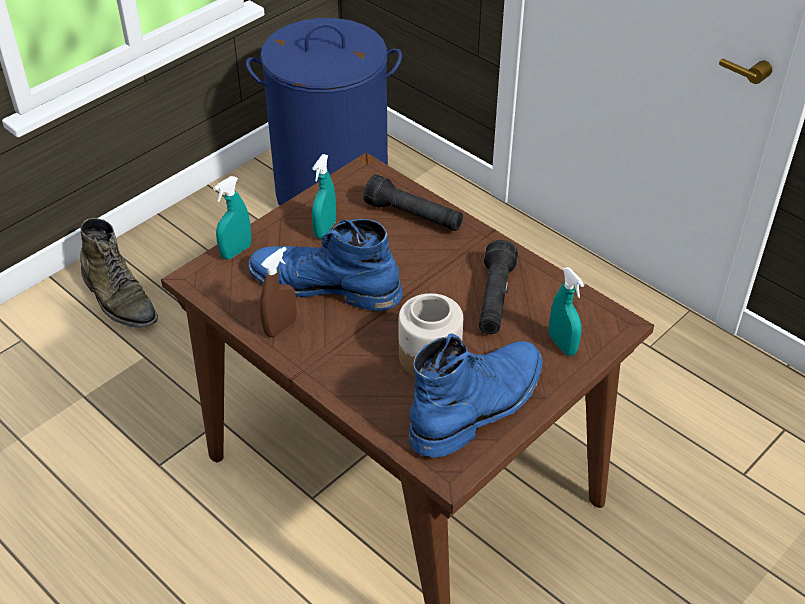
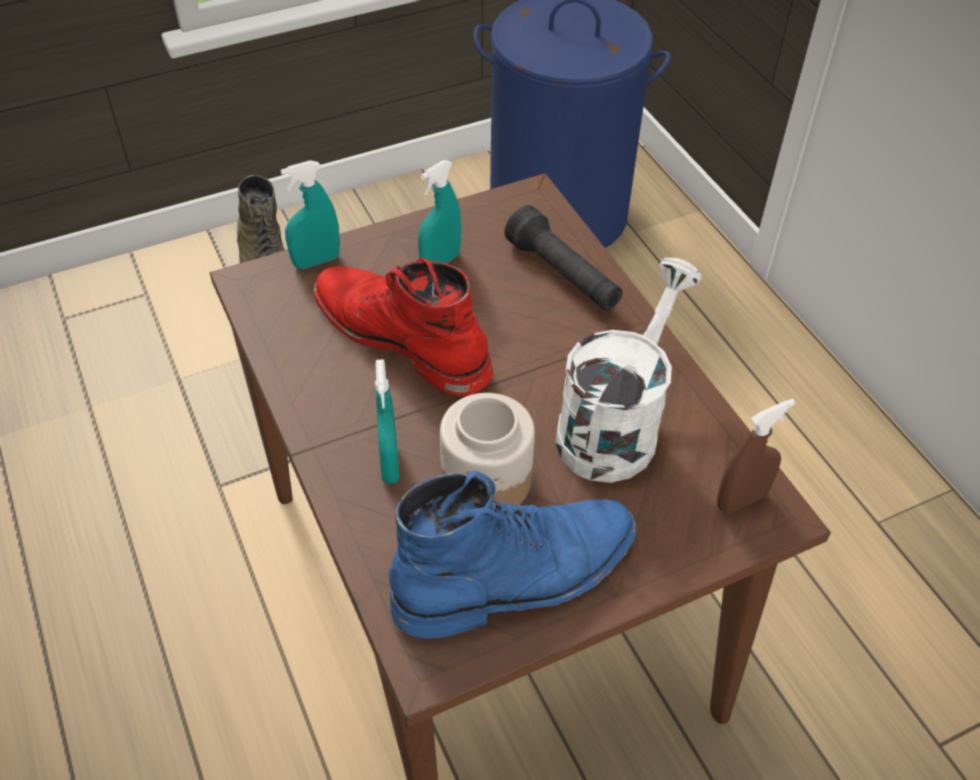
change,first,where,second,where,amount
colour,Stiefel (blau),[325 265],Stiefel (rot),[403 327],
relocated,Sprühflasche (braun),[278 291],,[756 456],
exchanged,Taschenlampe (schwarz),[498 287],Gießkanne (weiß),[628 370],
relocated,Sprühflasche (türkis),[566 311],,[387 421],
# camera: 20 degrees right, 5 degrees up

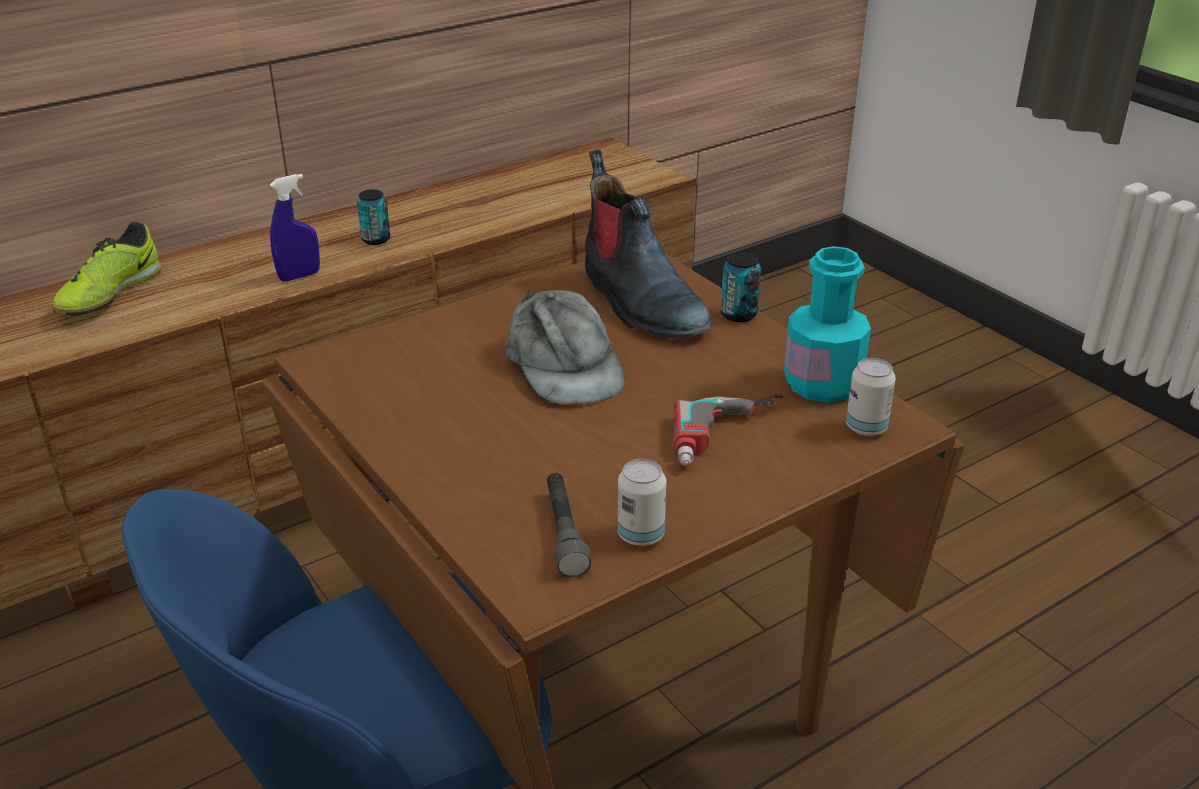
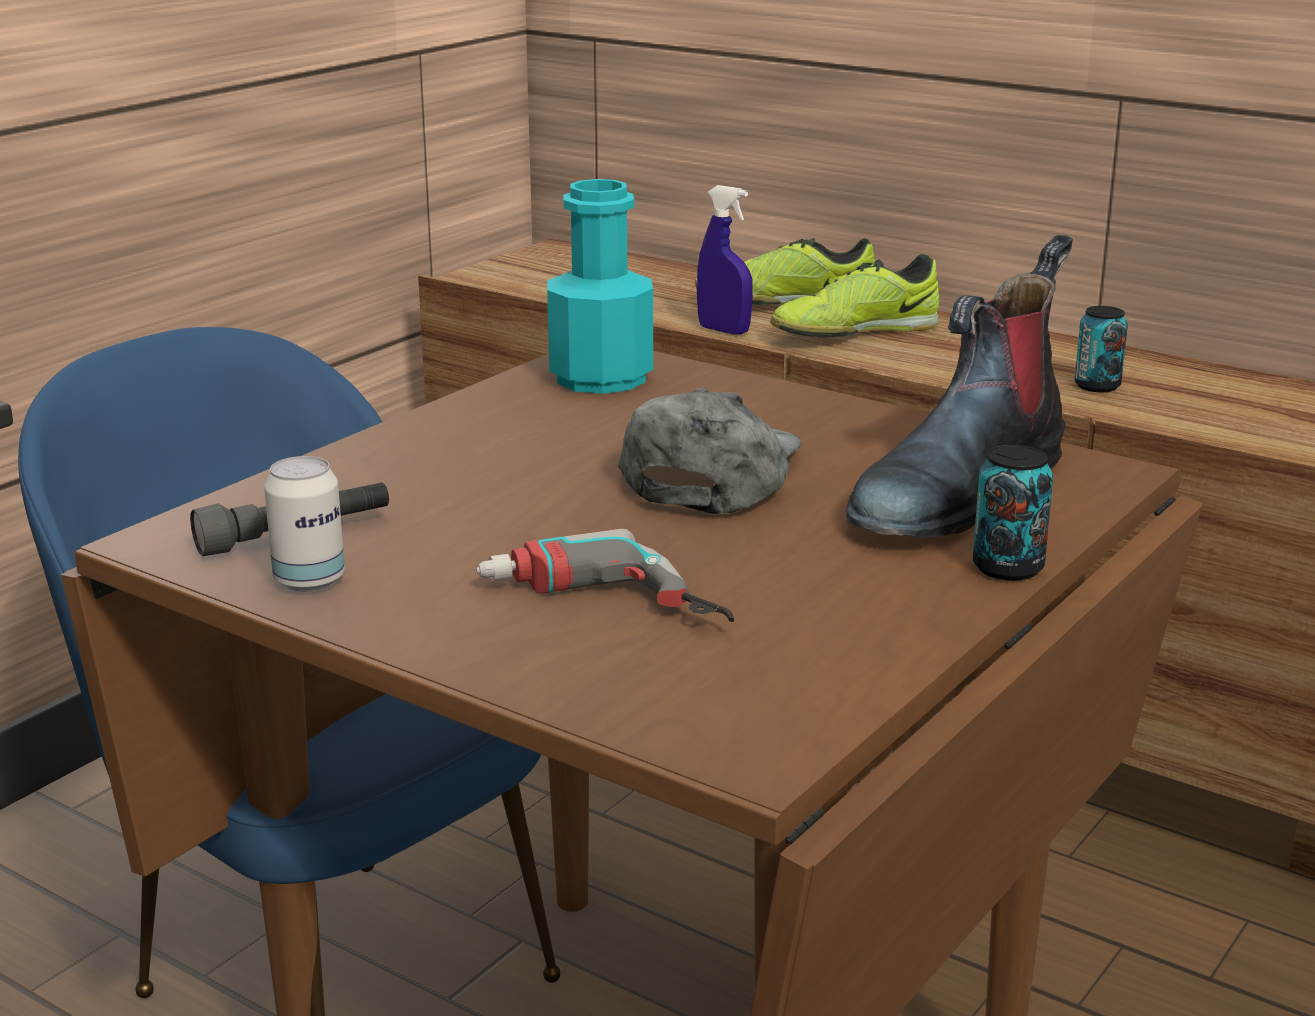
change,first,where,second,where,amount
relocated,Sprühflasche (blau),[295 227],,[724 260],
spun,Kappe (grau),[565 347],,[710 451],150 degrees clockwise
relocated,Flasche (türkis),[827 324],,[600 286],
missing,Dose,[871 397],,,
appeared,,,Schuh,[854 296],
# camera: 70 degrees right, 10 degrees down

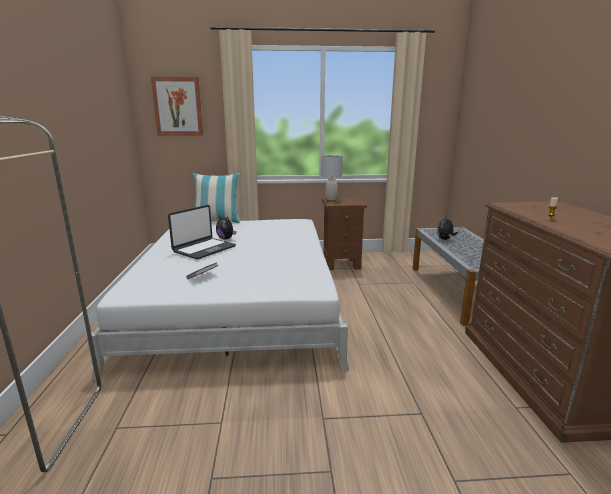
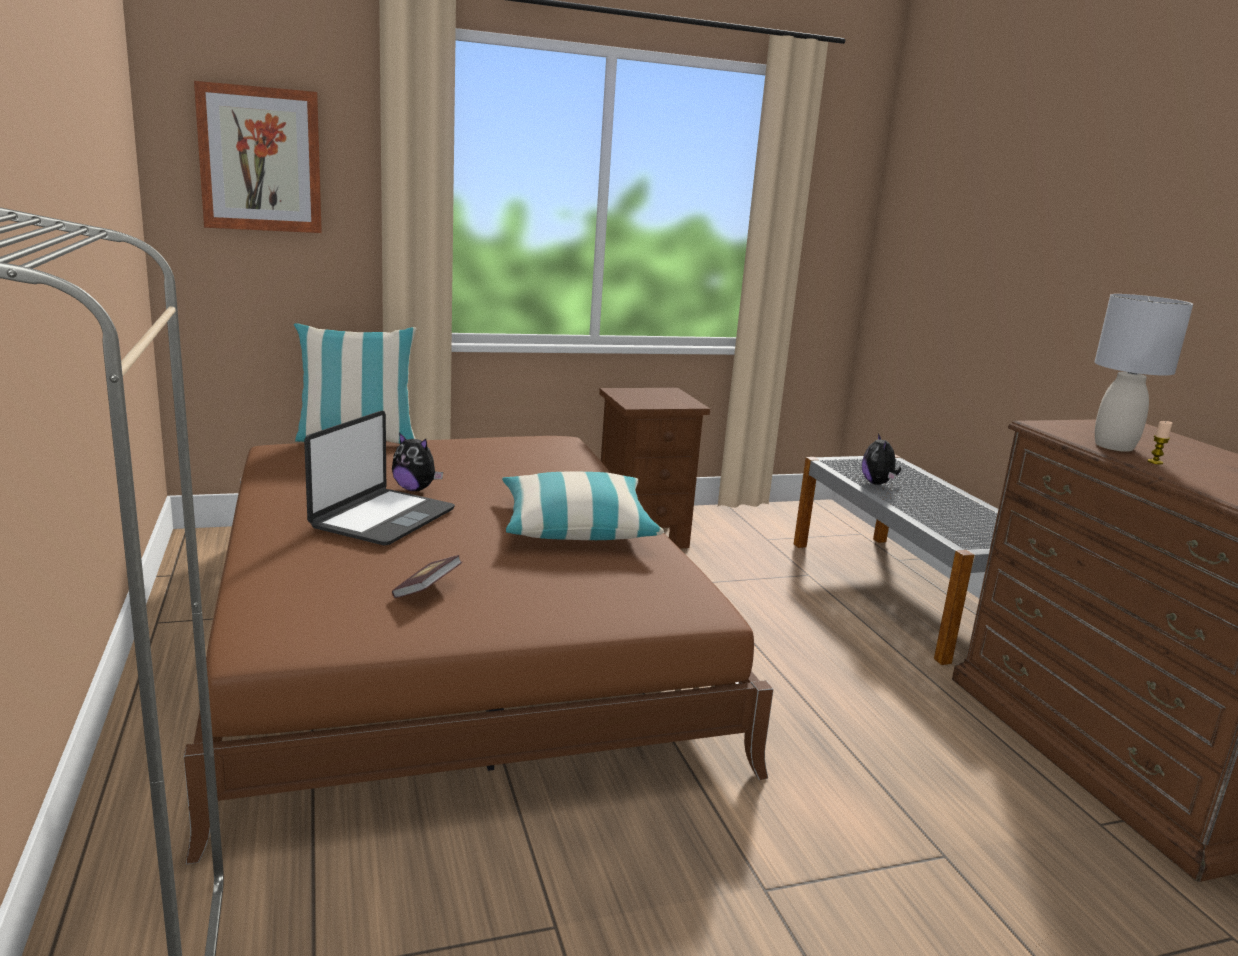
change,first,where,second,where,amount
colour,Bett (weiß),[218 300],Bett (braun),[479 650],
relocated,Tischlampe (grau),[332 177],,[1144 373],
appeared,,,Kissen,[583 506],
# camera: 15 degrees left, 0 degrees up

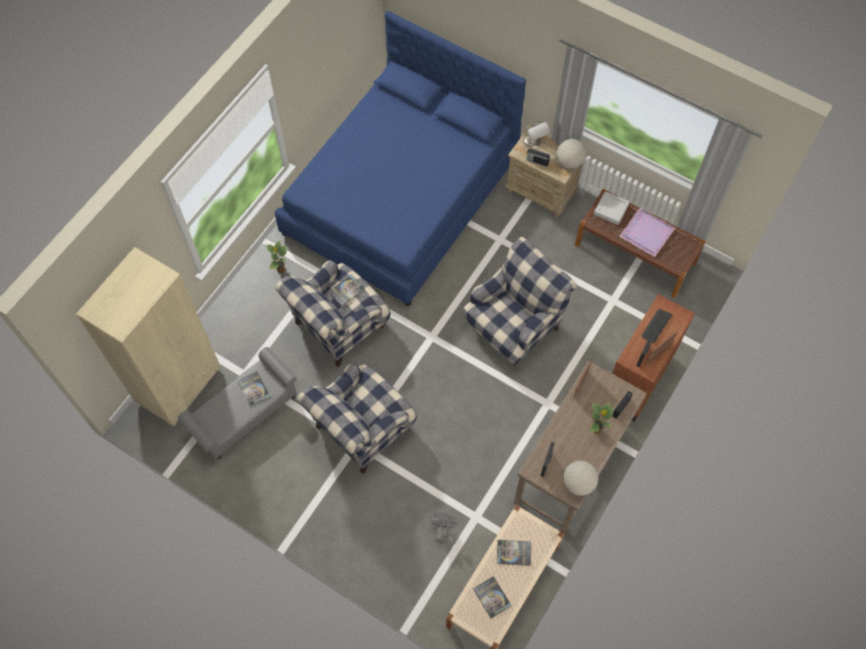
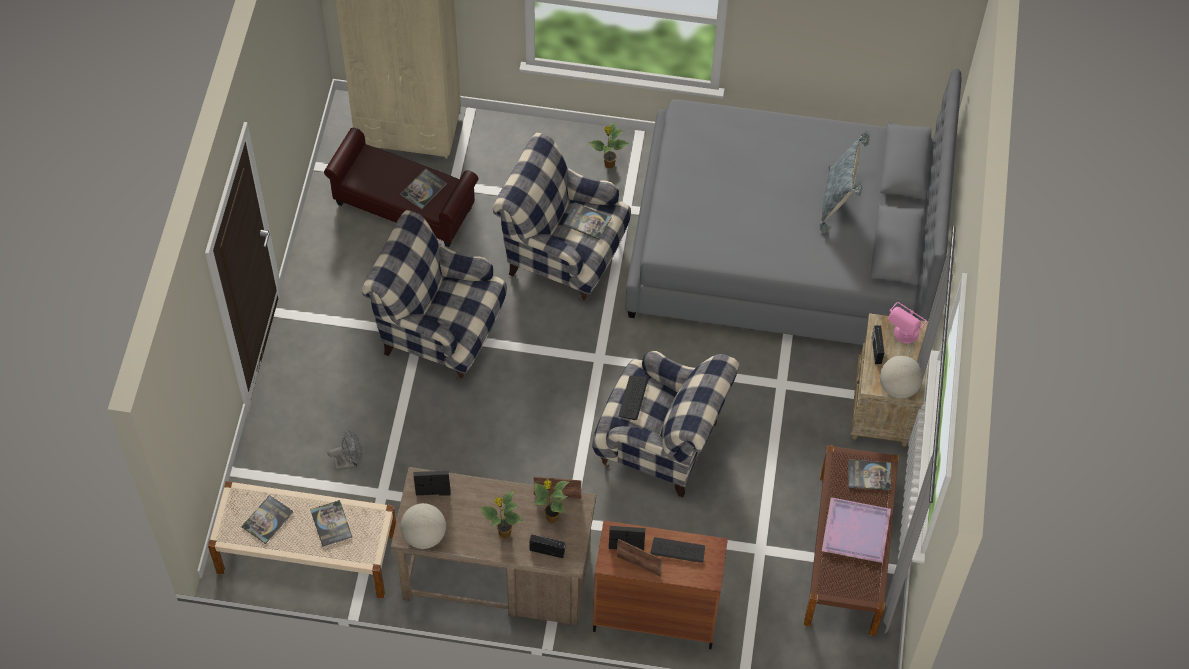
change,first,where,second,where,amount
colour,Polsterhocker (grau),[237 403],Polsterhocker (braun),[401 187],
colour,Bett (blau),[400 159],Bett (grau),[793 206],
colour,Tischlampe (weiß),[537 134],Tischlampe (rosa),[907 323],
exchanged,Tablett (grau),[612 208],Buch,[869 475],
appeared,,,Topfpflanze,[551 501],
appeared,,,Tastatur,[633 398],
appeared,,,Kissen,[845 182],
# camera: 65 degrees right, 5 degrees down

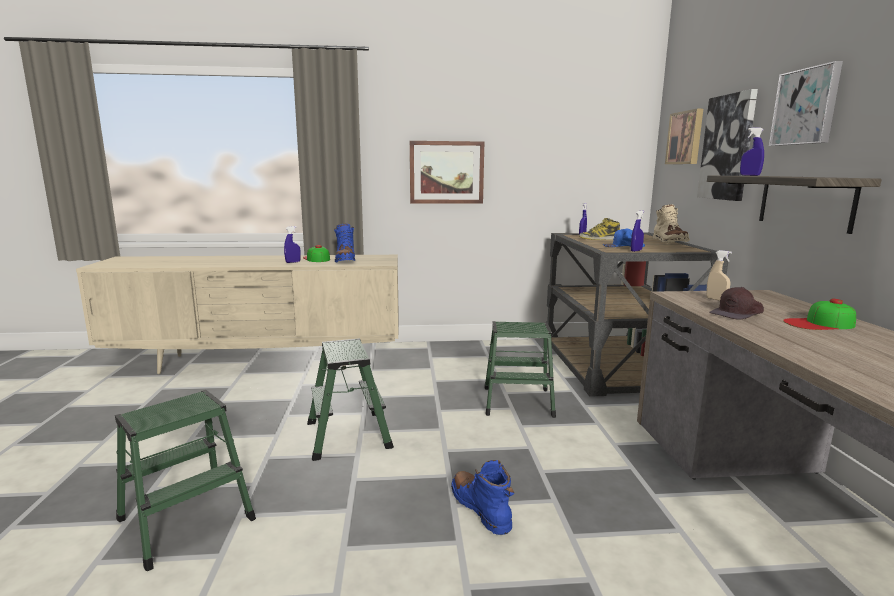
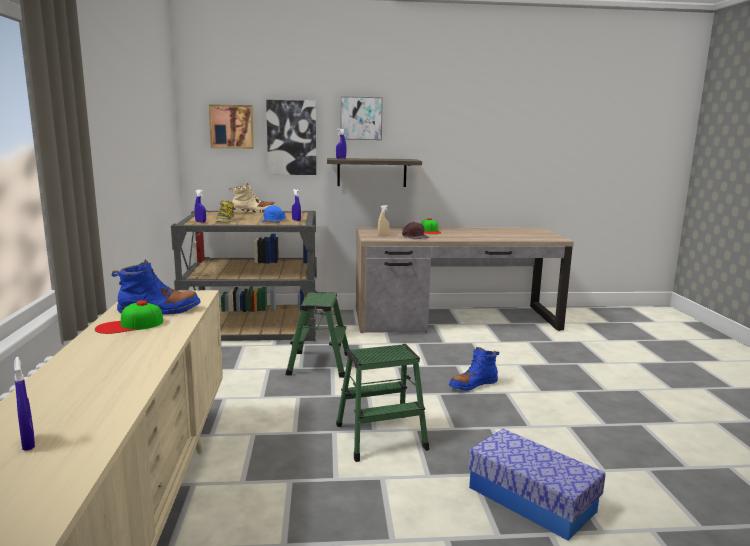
change,first,where,second,where,amount
exchanged,Trittleiter (grün),[185 480],Aufbewahrungsbox,[537 485],
relocated,Sprühflasche (blau),[292 244],,[24 404],
missing,Bild,[447 172],,,
# camera: 90 degrees left, 0 degrees up

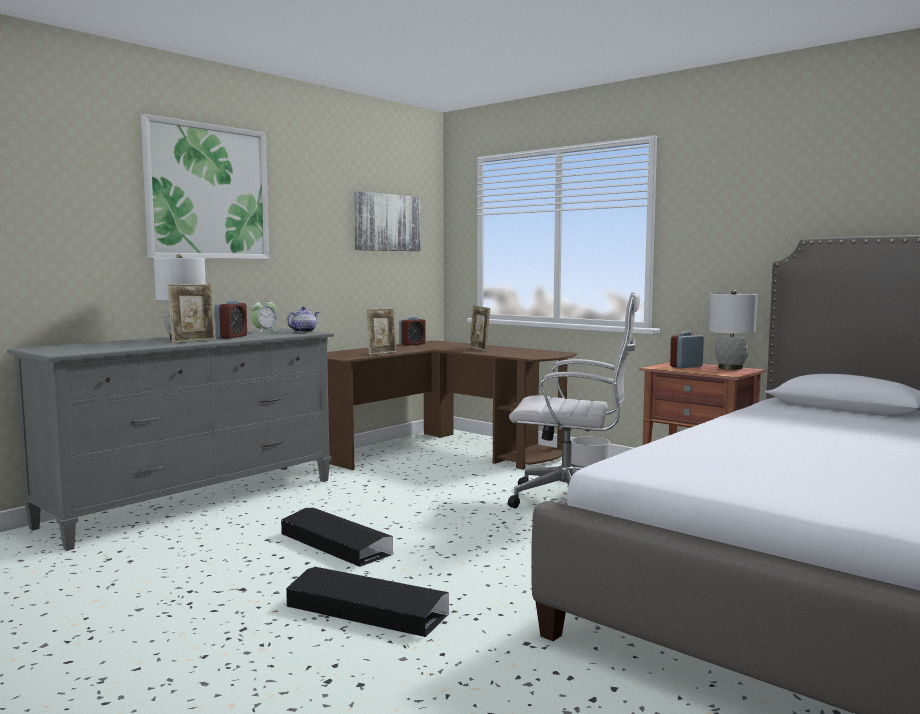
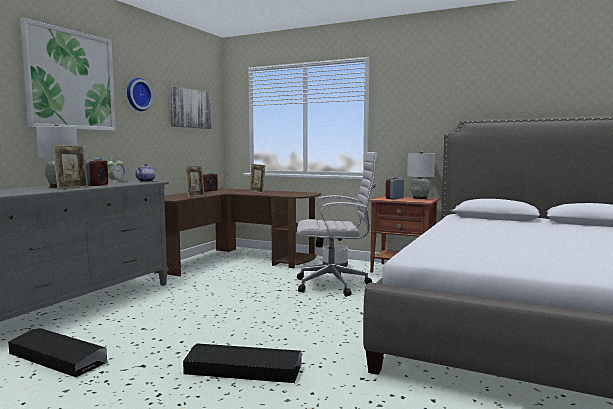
change,first,where,second,where,amount
relocated,Aufbewahrungsbox (schwarz),[337 537],,[57 352],
appeared,,,Wanduhr,[140 94],
# camera: 15 degrees left, 0 degrees up

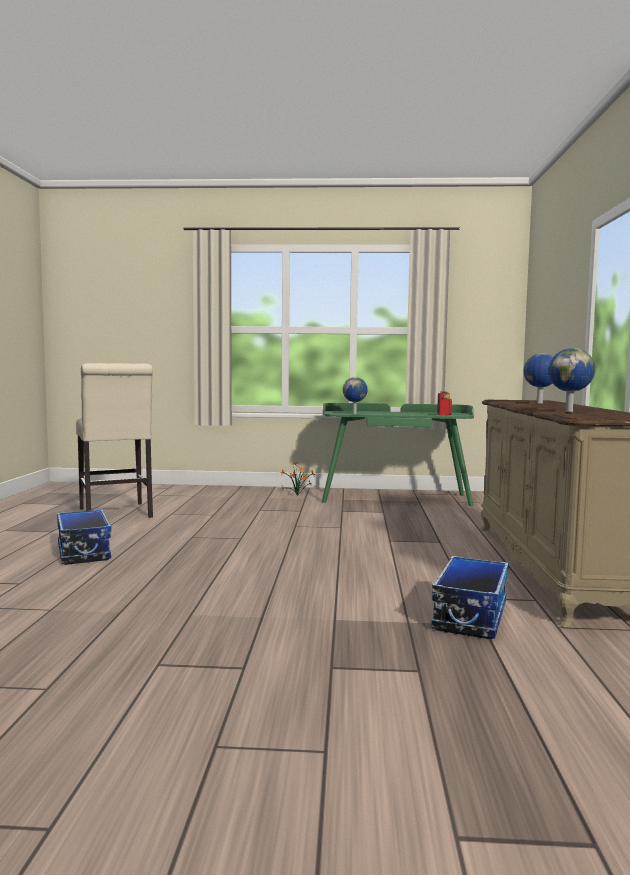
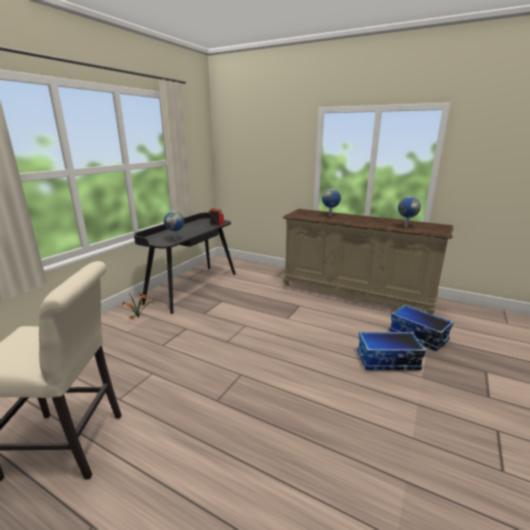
change,first,where,second,where,amount
relocated,Aufbewahrungsbox,[84 537],,[391 351],
colour,Schreibtisch (grün),[398 454],Schreibtisch (schwarz),[185 263],
# camera: 65 degrees left, 15 degrees up

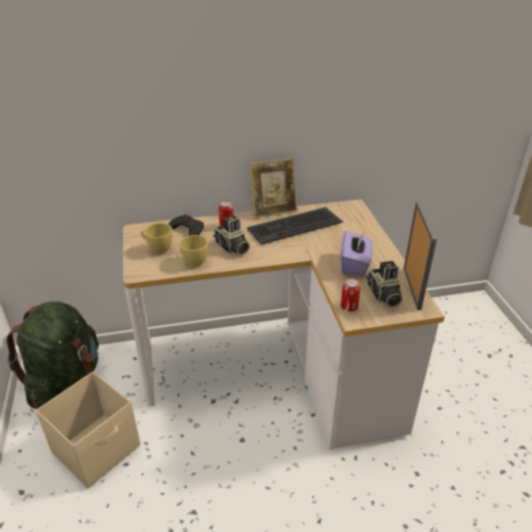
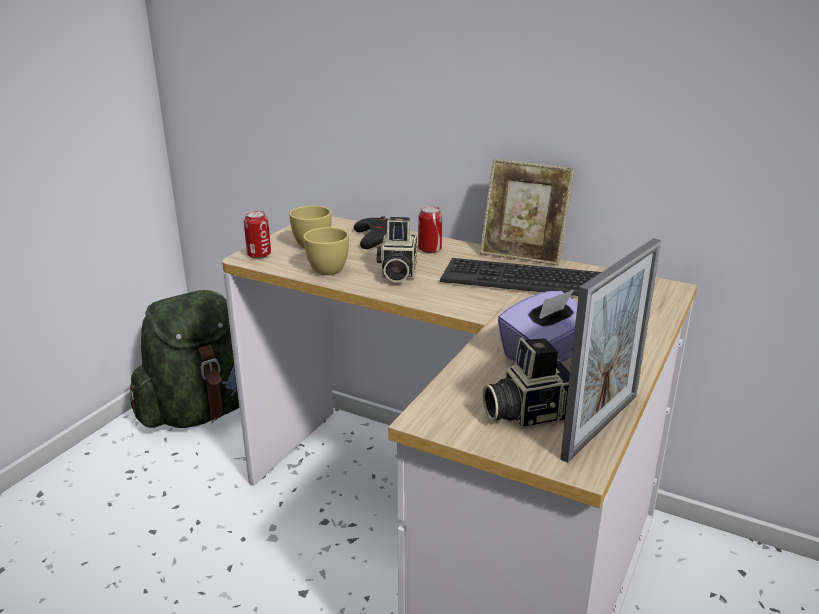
change,first,where,second,where,amount
missing,Aufbewahrungsbox (beige),[88 429],,,
relocated,Dose,[351 295],,[257 235],
spun,Kamera,[384 284],,[526 383],45 degrees clockwise
# camera: 40 degrees right, 10 degrees down

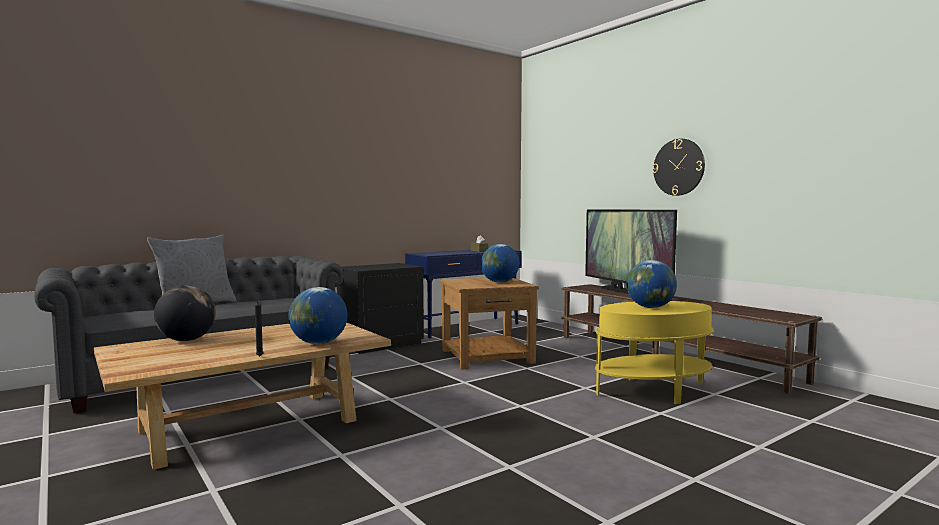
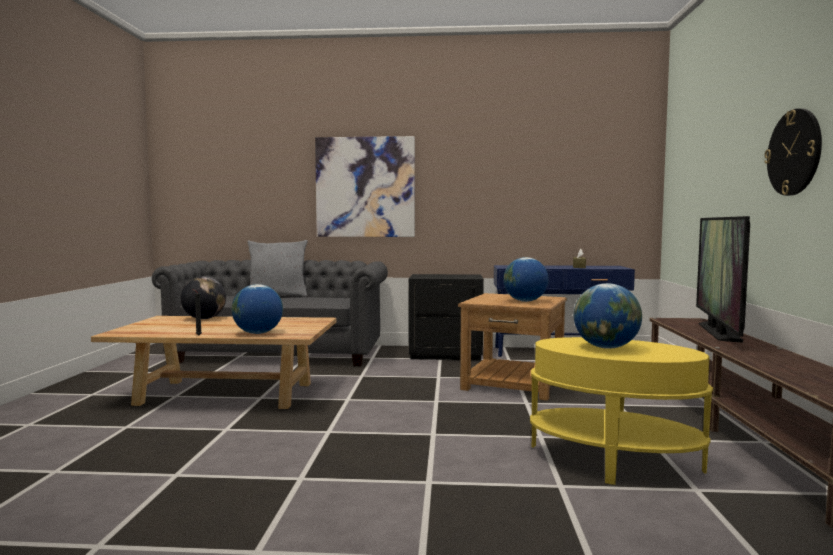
change,first,where,second,where,amount
appeared,,,Bild,[365 186],
# camera: 40 degrees right, 0 degrees up

